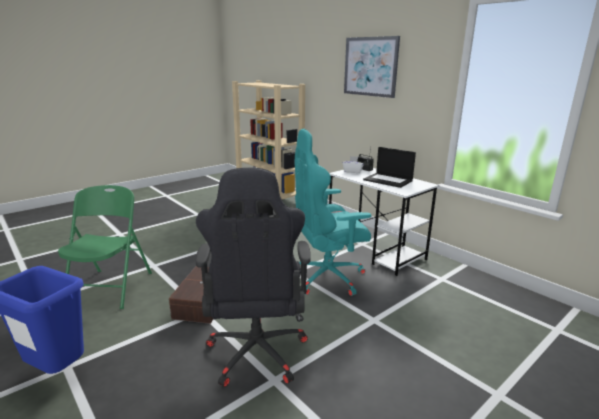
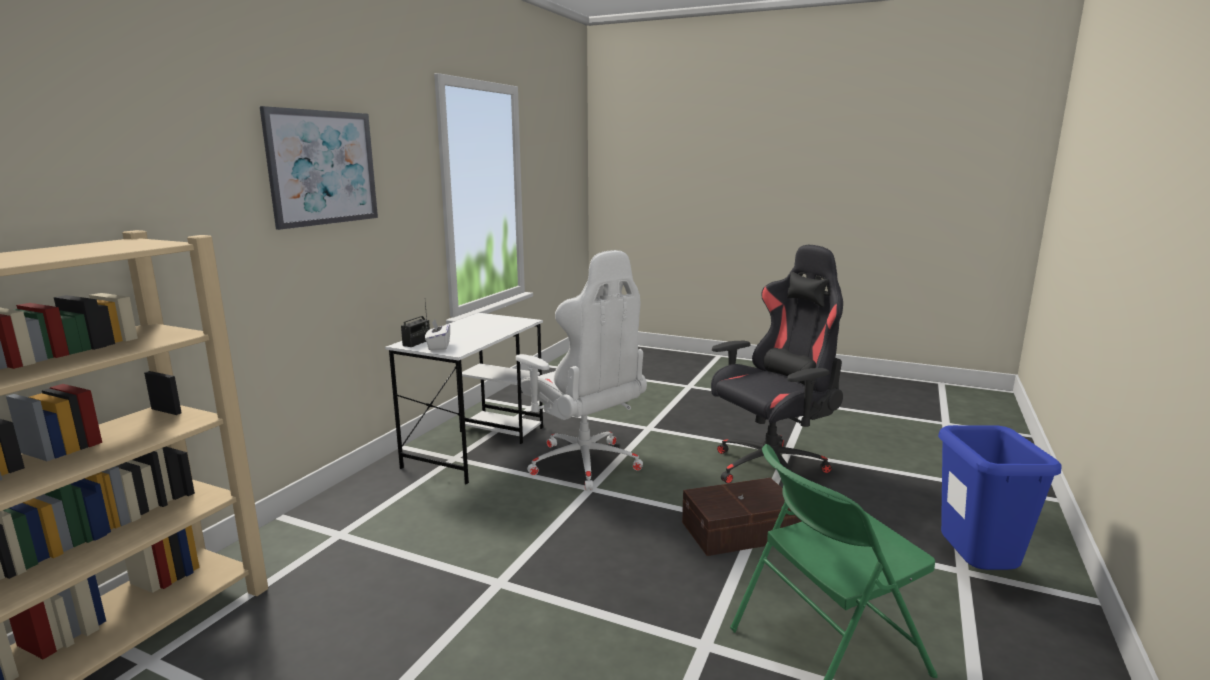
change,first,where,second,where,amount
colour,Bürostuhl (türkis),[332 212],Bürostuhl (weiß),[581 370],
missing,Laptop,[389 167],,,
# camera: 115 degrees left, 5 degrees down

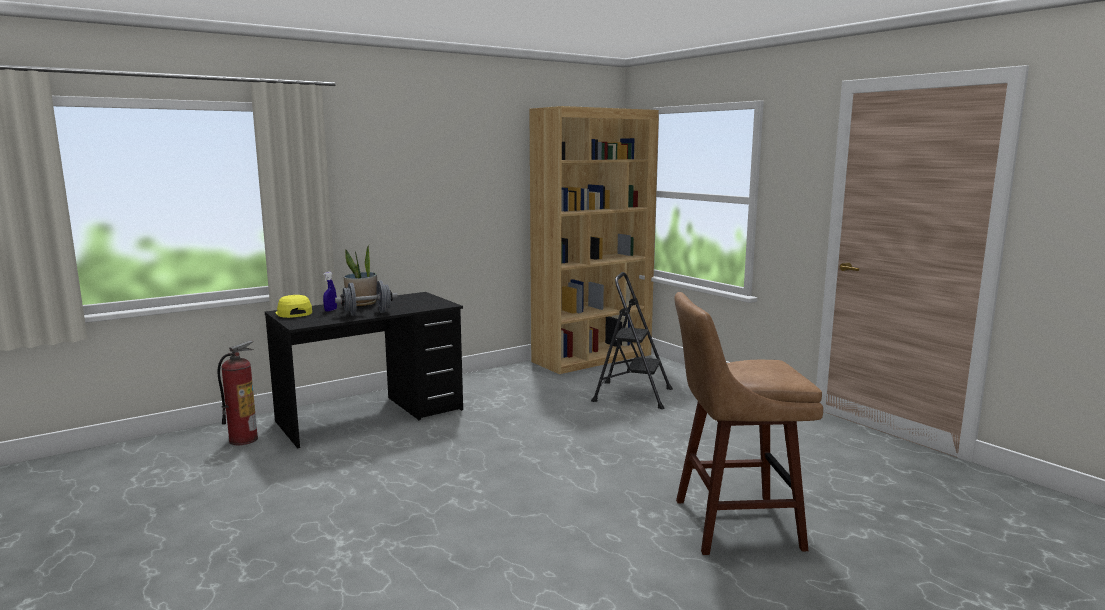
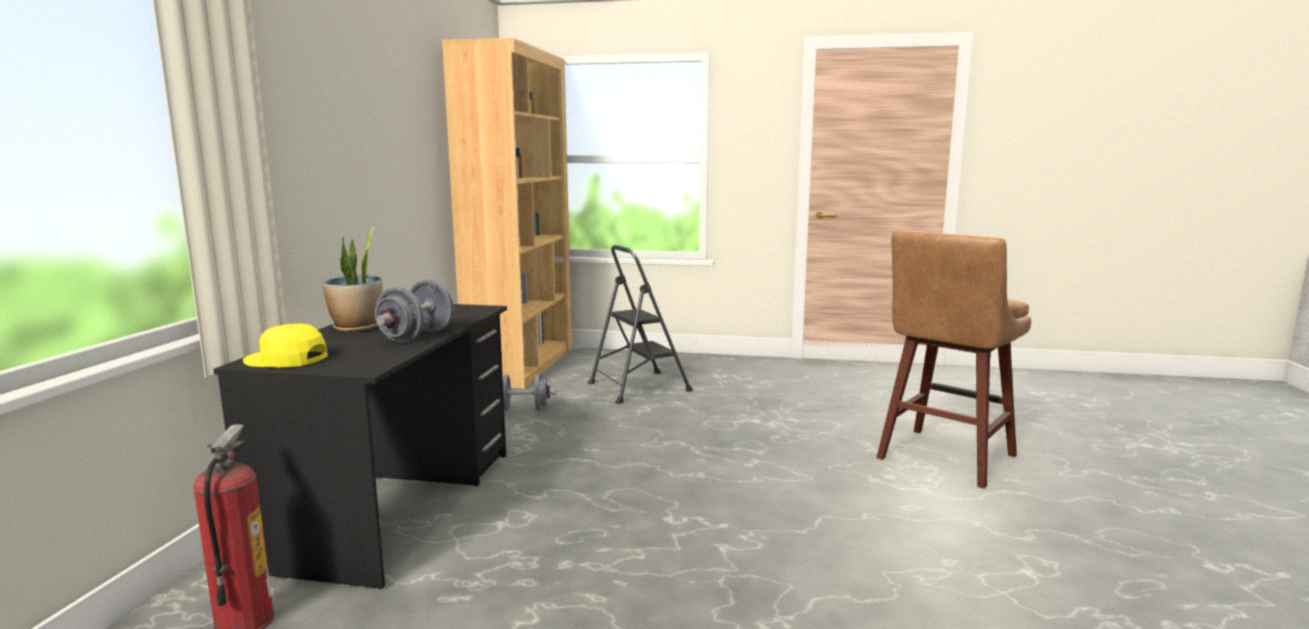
change,first,where,second,where,amount
missing,Sprühflasche (blau),[330 292],,,
appeared,,,Hantel (grau),[529 392],
# camera: 45 degrees left, 0 degrees up

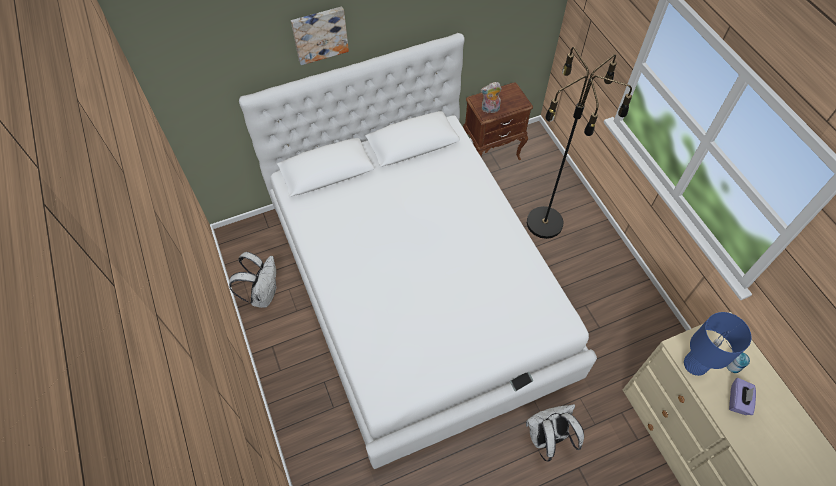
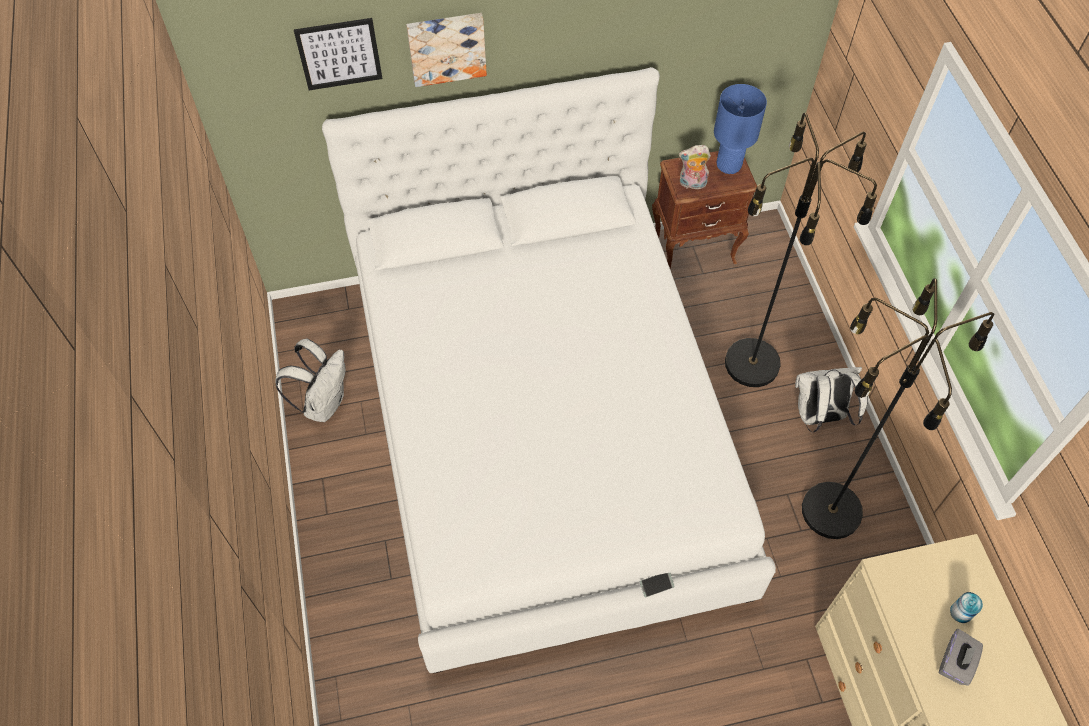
change,first,where,second,where,amount
relocated,Rucksack (weiß),[555 433],,[831 399],
relocated,Tischlampe (blau),[717 344],,[740 129],
colour,Taschentuchbox (lila),[742 396],Taschentuchbox (grau),[960 657],
appeared,,,Bild,[338 54],
appeared,,,Stehlampe,[898 408],
# camera: 10 degrees right, 0 degrees up

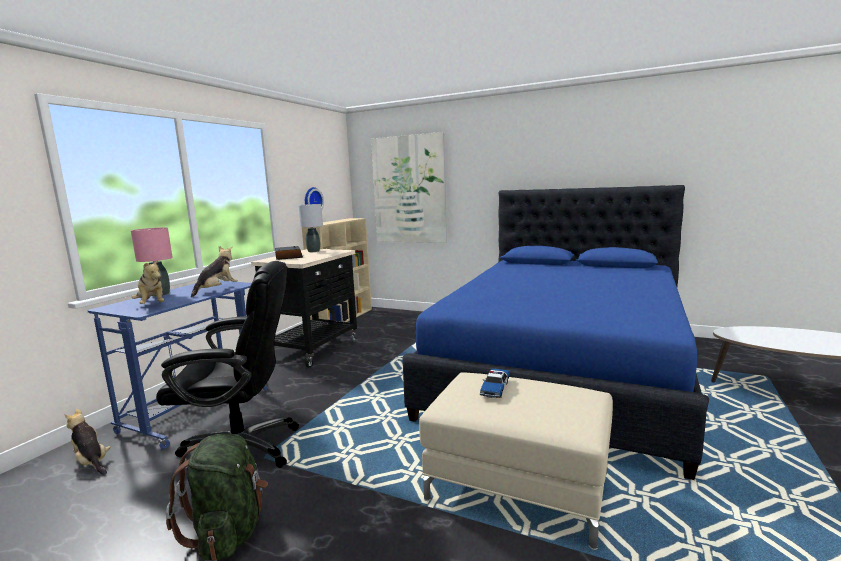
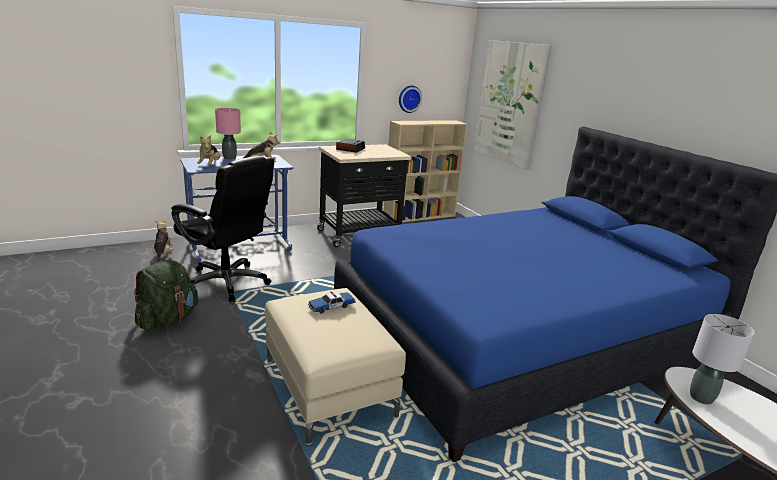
change,first,where,second,where,amount
relocated,Tischlampe (grau),[310 228],,[722 359],
# camera: 35 degrees right, 10 degrees up

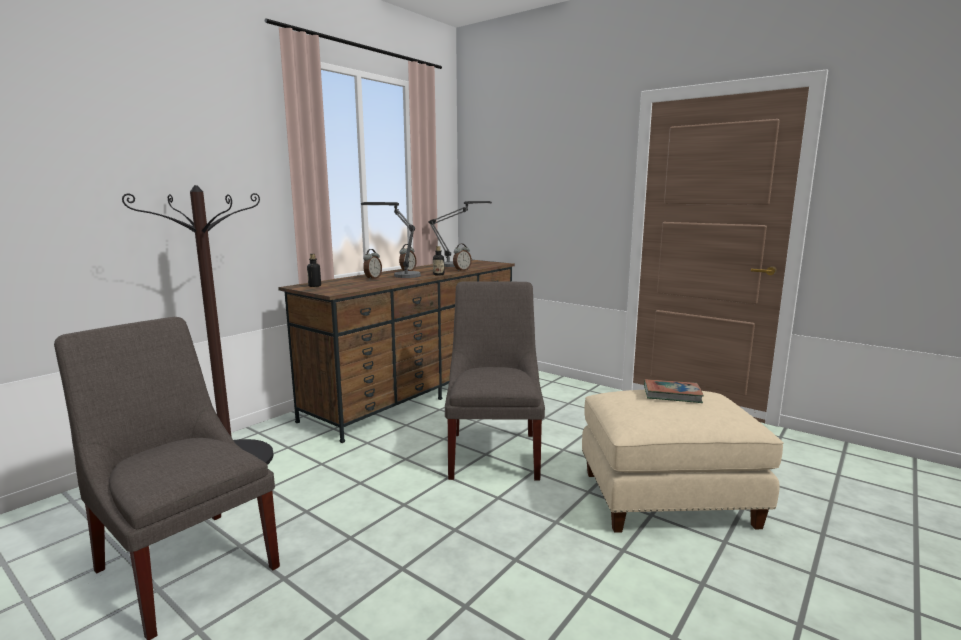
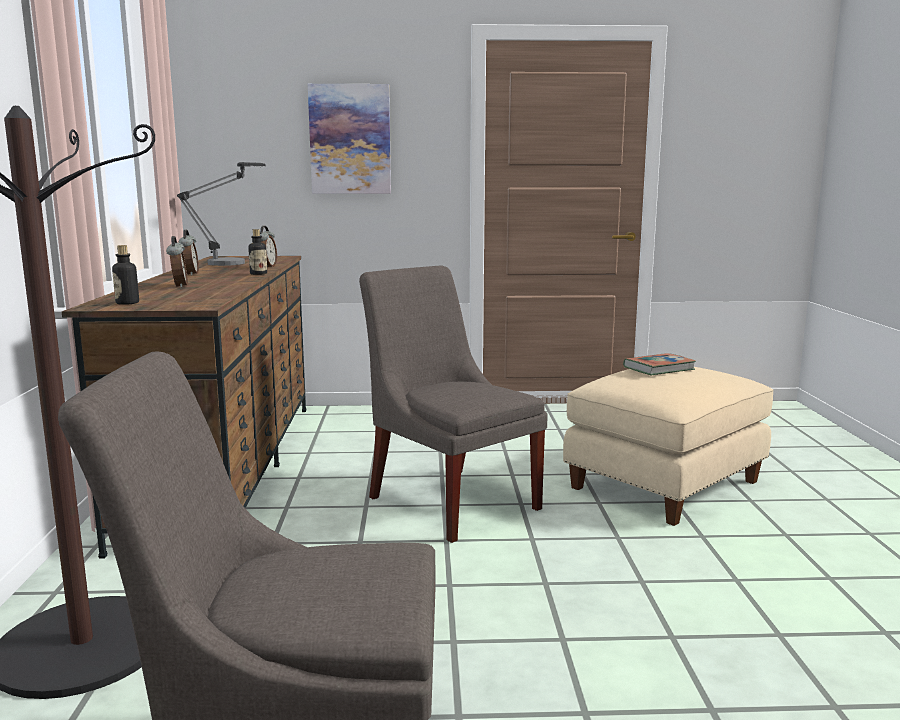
change,first,where,second,where,amount
missing,Tischlampe,[391 240],,,
appeared,,,Bild,[349 139],
# camera: 40 degrees left, 0 degrees up

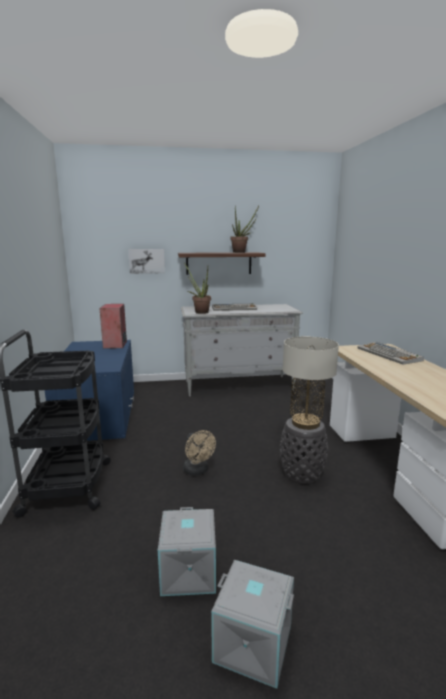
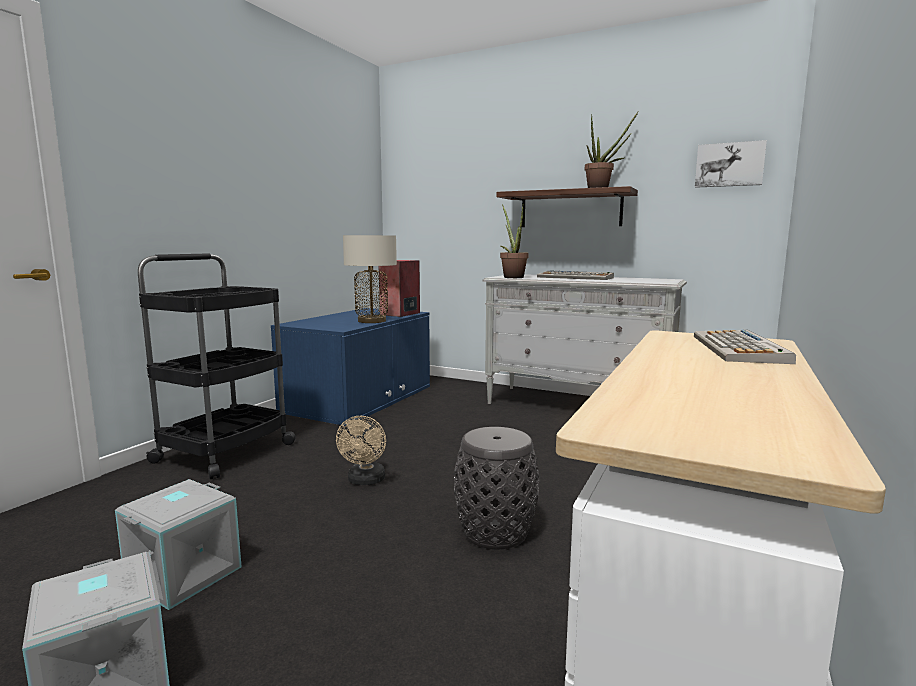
change,first,where,second,where,amount
relocated,Bild,[146 261],,[731 164],
relocated,Tischlampe,[311 383],,[370 279],
# camera: 35 degrees right, 5 degrees down

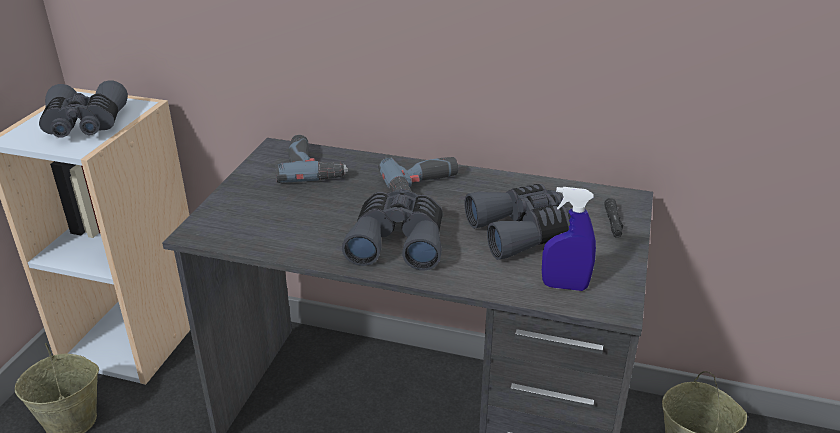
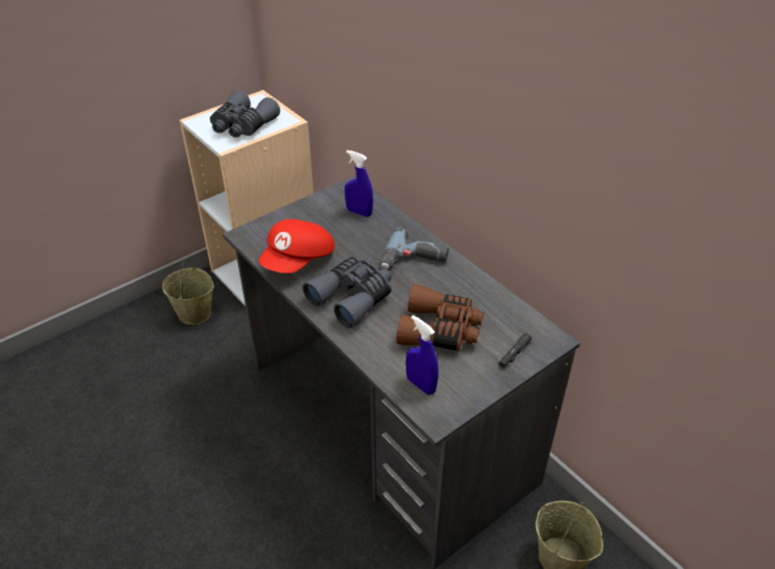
change,first,where,second,where,amount
exchanged,Bohrmaschine,[312 159],Sprühflasche (blau),[359 183],
colour,Fernglas (grau),[518 222],Fernglas (braun),[439 317],
appeared,,,Kappe (rot),[297 246],
# camera: 35 degrees right, 10 degrees up

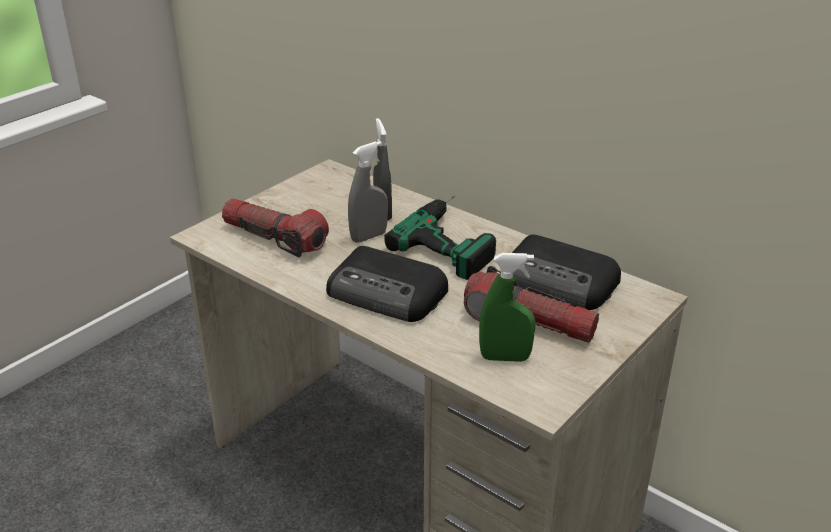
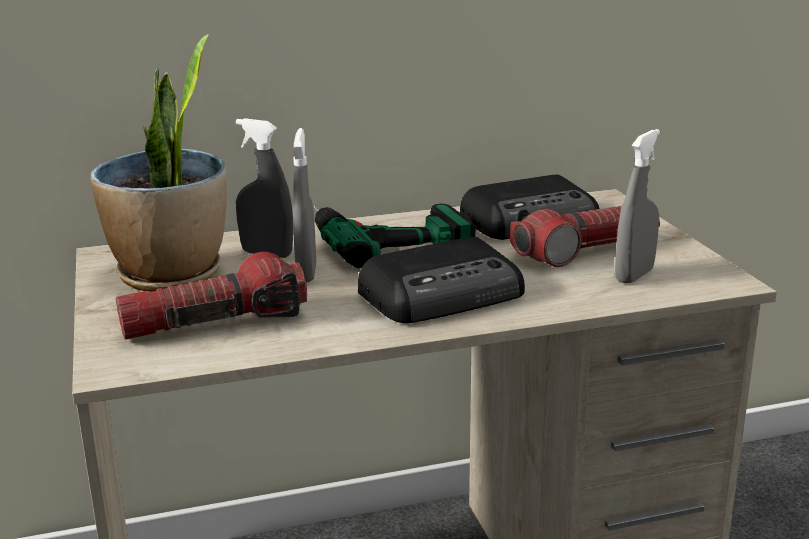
change,first,where,second,where,amount
colour,Sprühflasche (grün),[507 307],Sprühflasche (grau),[637 206],
appeared,,,Topfpflanze,[158 163],
# camera: 55 degrees left, 10 degrees down

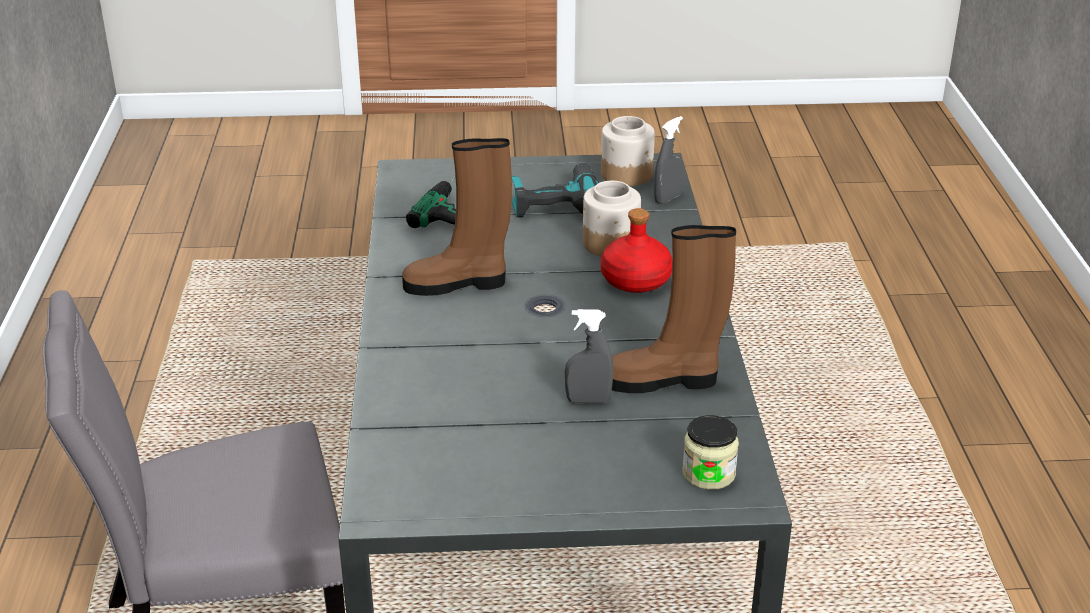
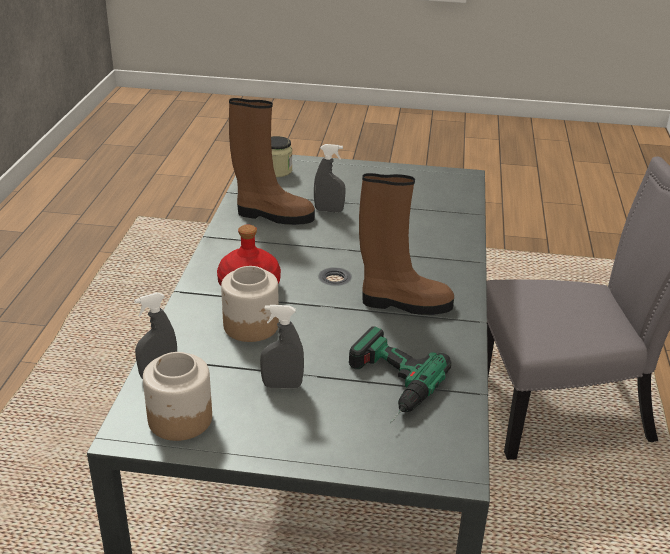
change,first,where,second,where,amount
exchanged,Bohrmaschine,[555 190],Sprühflasche (grau),[282 346],
# camera: 170 degrees left, 0 degrees up

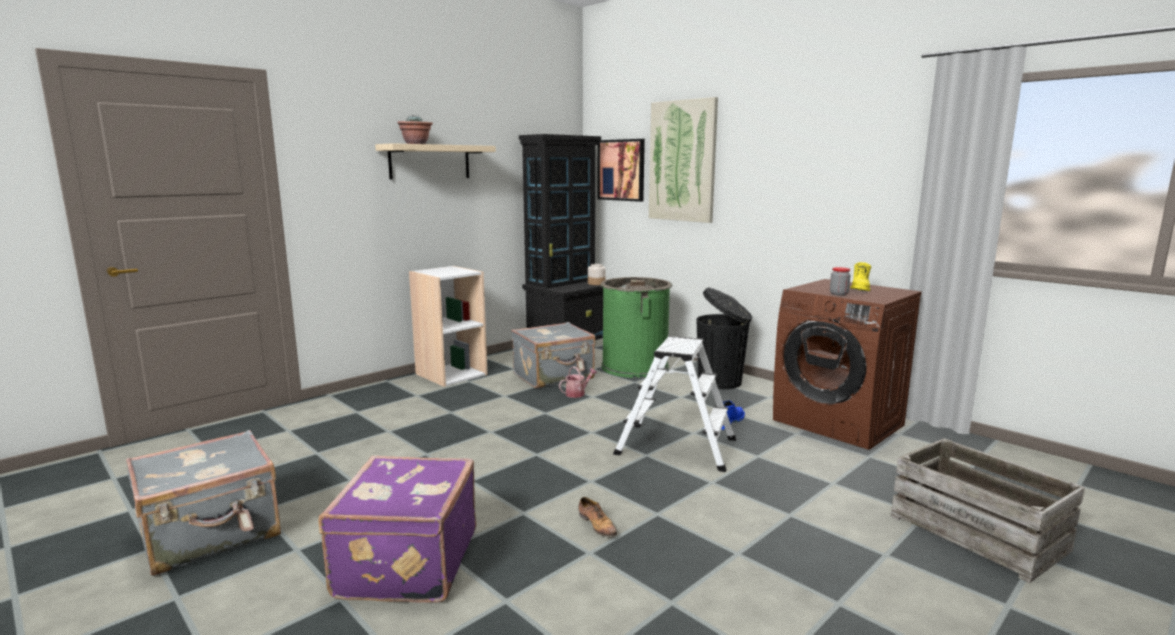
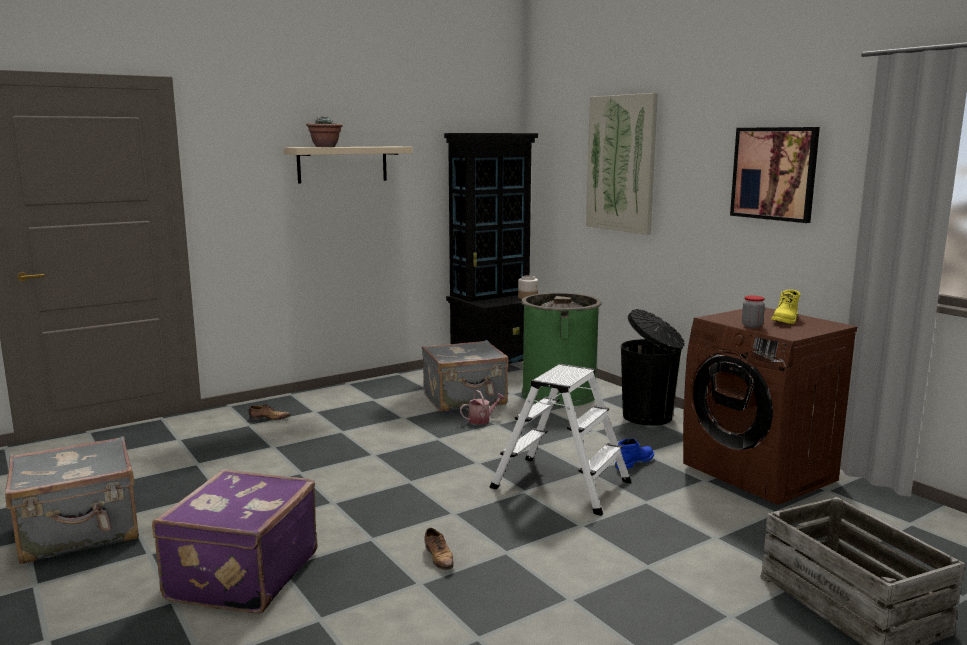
change,first,where,second,where,amount
missing,Bücherregal,[448 326],,,
relocated,Bild,[621 170],,[775 175],
appeared,,,Schuh,[270 412],
# camera: 10 degrees right, 0 degrees up

